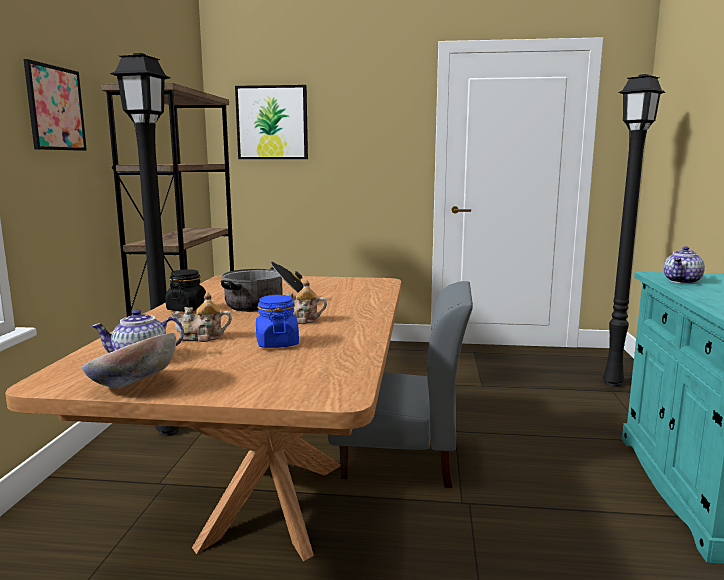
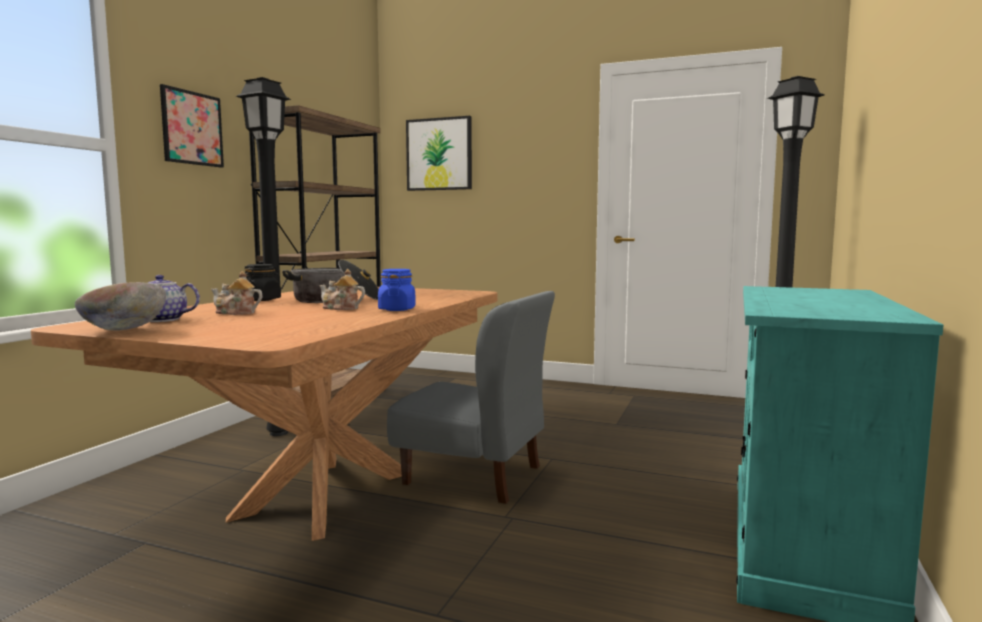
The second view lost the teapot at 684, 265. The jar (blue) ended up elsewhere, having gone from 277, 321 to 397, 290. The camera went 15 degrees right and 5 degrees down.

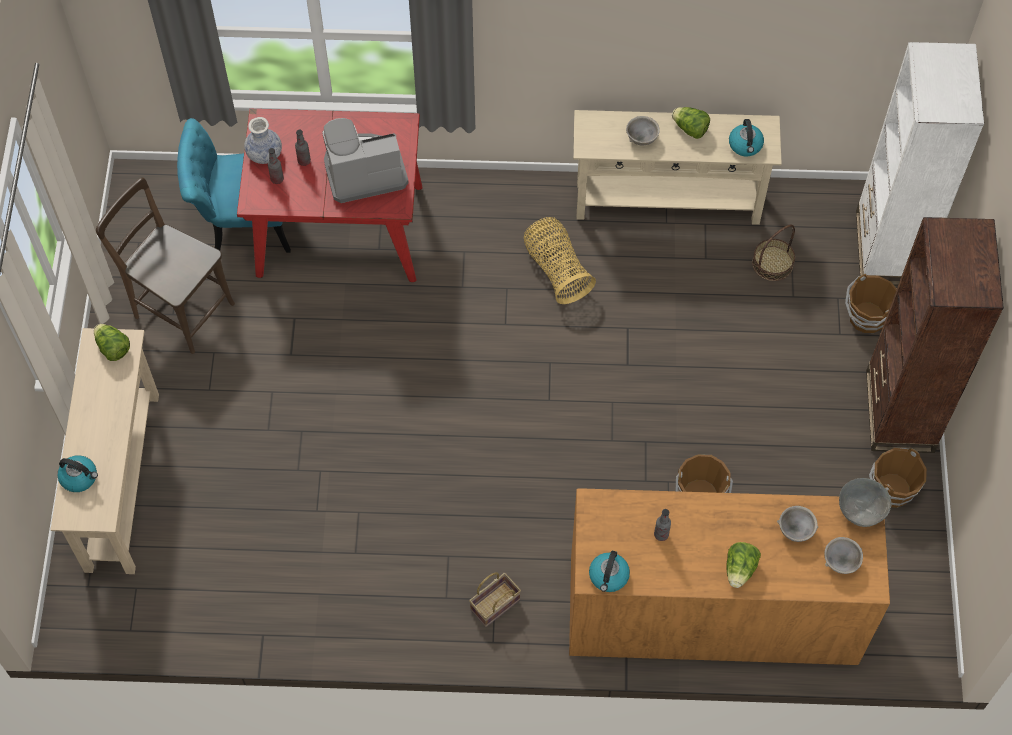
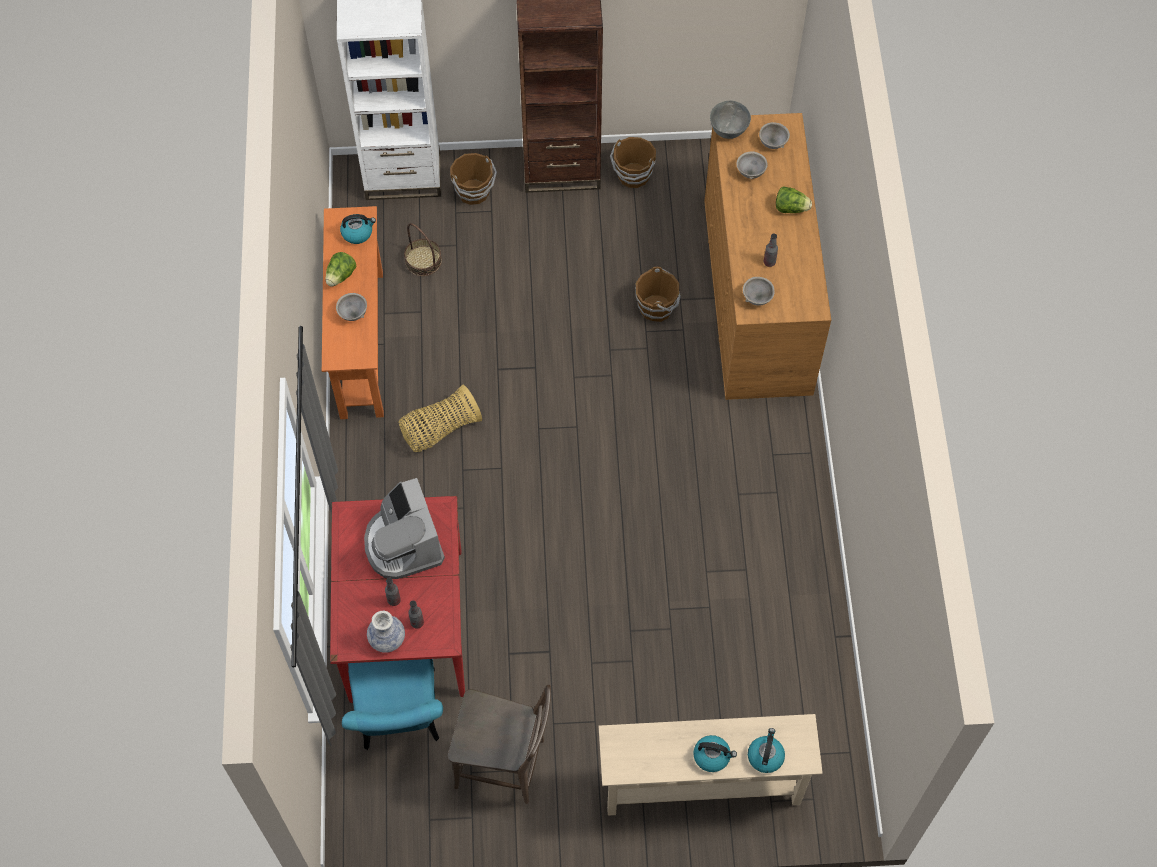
What was the console table (beige) at 677, 167 turned into the console table (orange) at 353, 312. The chair (brown) at 165, 266 ended up facing another way, 105 degrees counterclockwise from before. The second view lost the lettuce at 112, 342. The kettle ended up elsewhere, having gone from 609, 571 to 715, 753. The second view lost the basket at 495, 599. The second view gained the bowl (grey) at 759, 291. The camera went 95 degrees left and 0 degrees up.

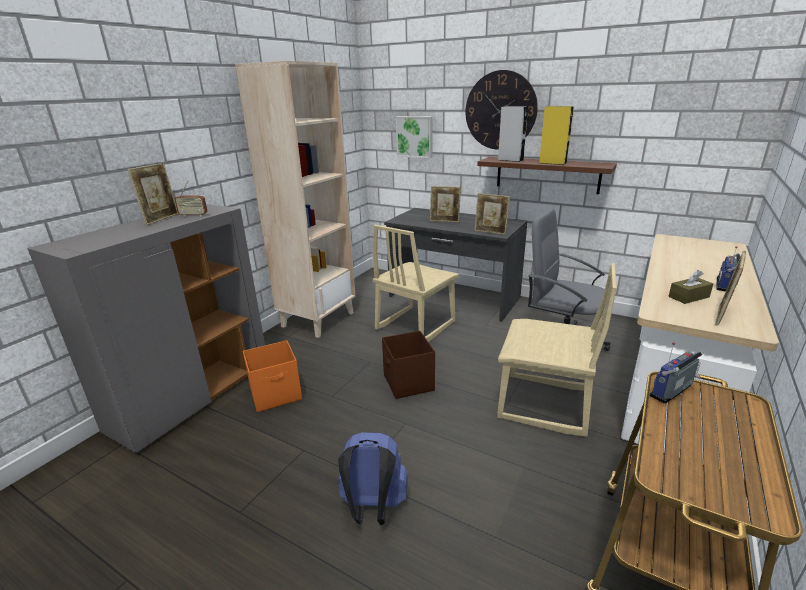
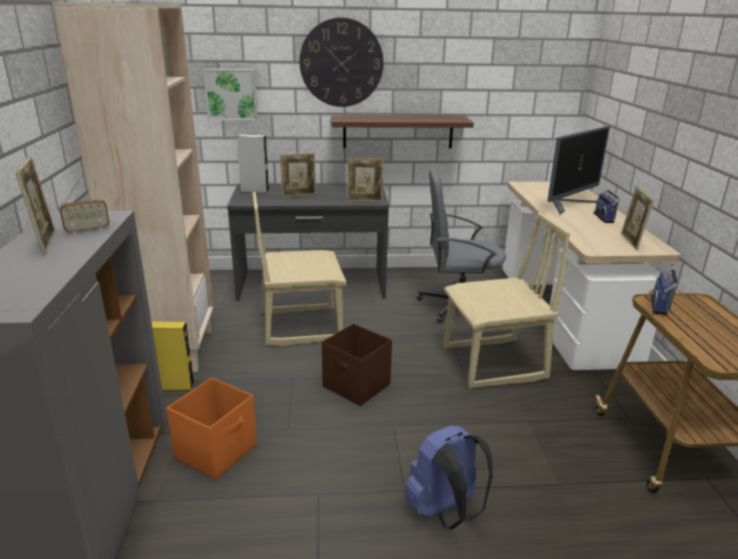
The speaker (grey) ended up elsewhere, having gone from 513, 134 to 253, 163. The speaker (yellow) ended up elsewhere, having gone from 556, 135 to 173, 356. The chair (beige) at 416, 283 ended up facing another way, 75 degrees clockwise from before. The second view lost the tissue box (brown) at 691, 287. The second view gained the monitor at 578, 170. The camera went 35 degrees left and 0 degrees up.

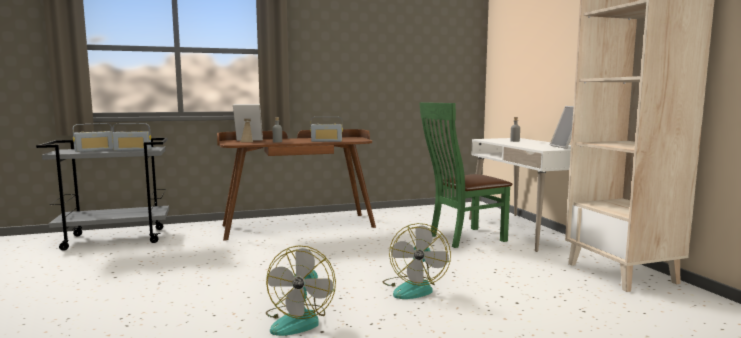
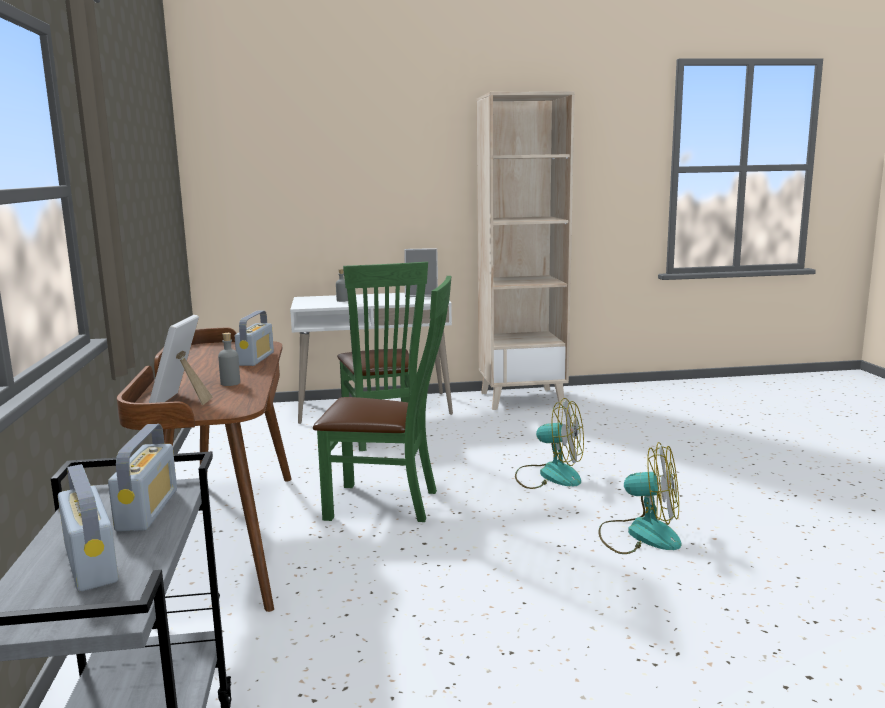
The second view gained the chair (green) at 382, 399. The camera went 80 degrees left and 5 degrees up.

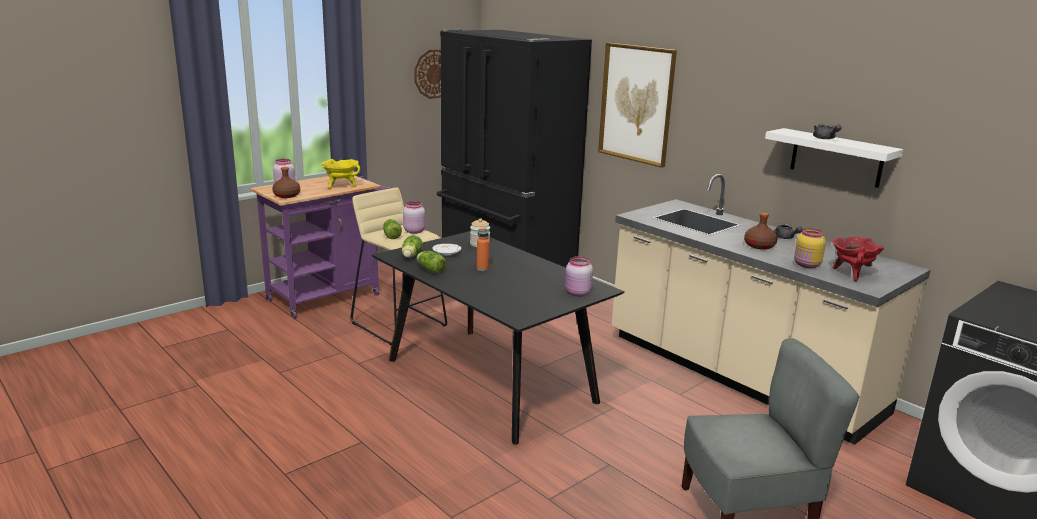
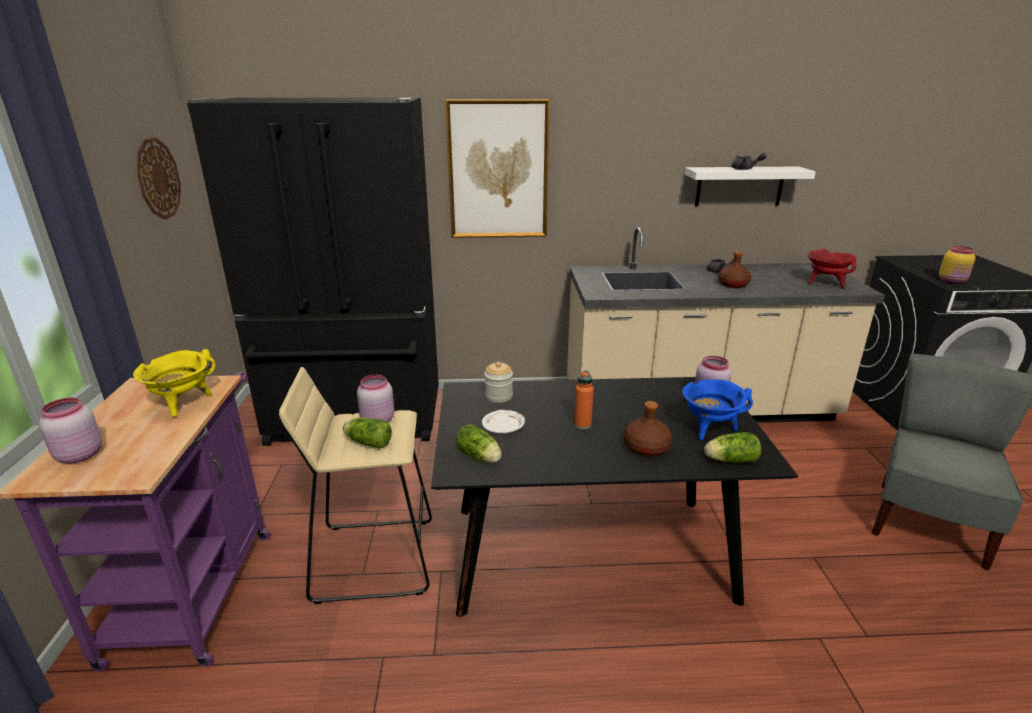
The bottle (brown) ended up elsewhere, having gone from 286, 182 to 648, 428. The jar (yellow) ended up elsewhere, having gone from 810, 248 to 957, 265. The lettuce ended up elsewhere, having gone from 431, 262 to 732, 447. The second view gained the cooking pot (blue) at 717, 409. The camera went 50 degrees left and 5 degrees up.

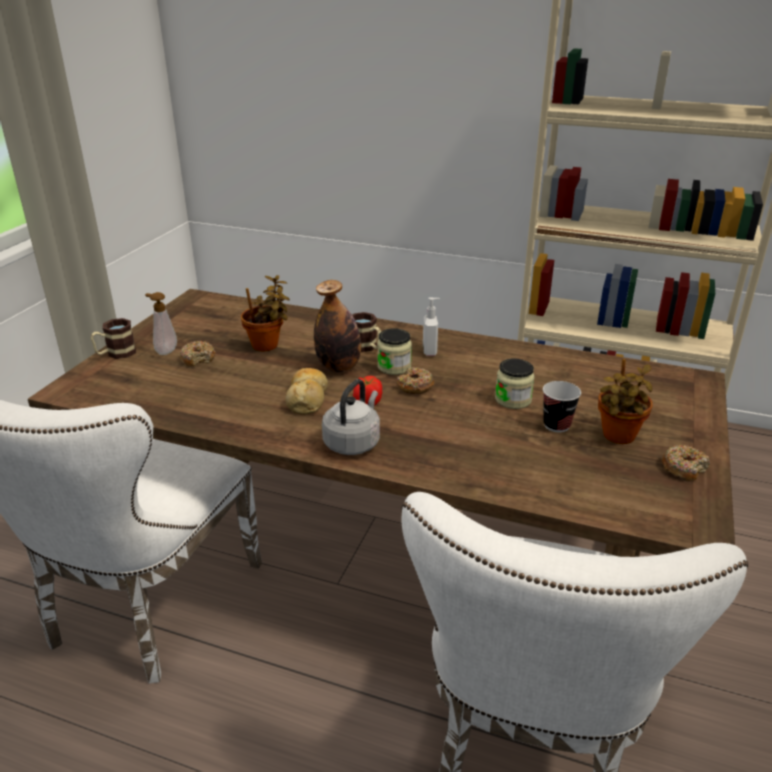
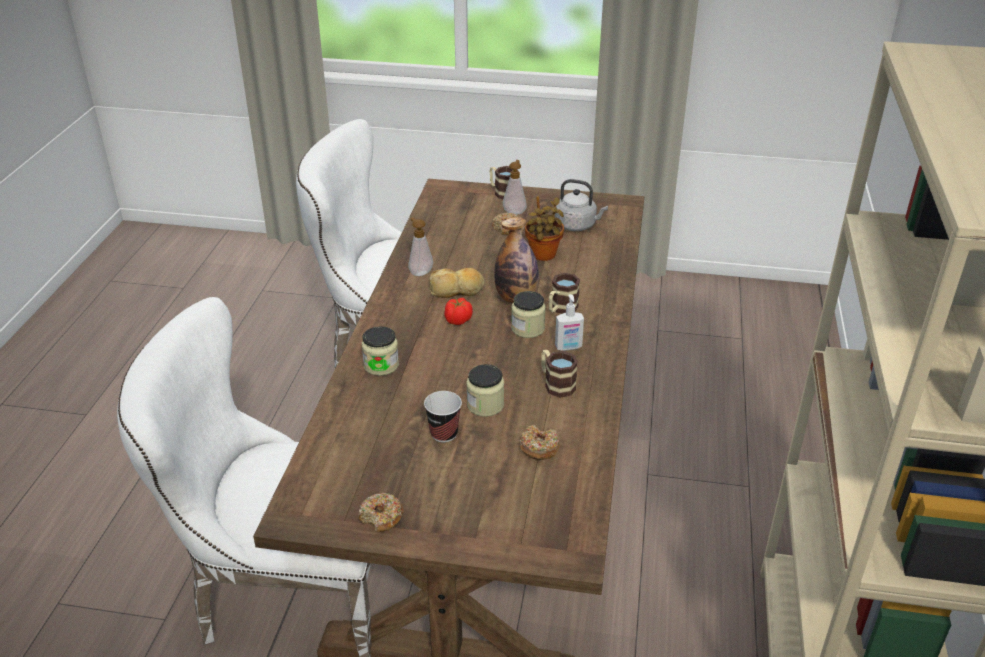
The second view lost the potted plant at 625, 401. The donut ended up elsewhere, having gone from 415, 380 to 539, 442. The kettle (grey) ended up elsewhere, having gone from 351, 417 to 581, 205. The second view gained the soap dispenser at 420, 246. The second view gained the jar at 380, 351. The second view gained the mug at 559, 374. The camera went 80 degrees right and 5 degrees up.

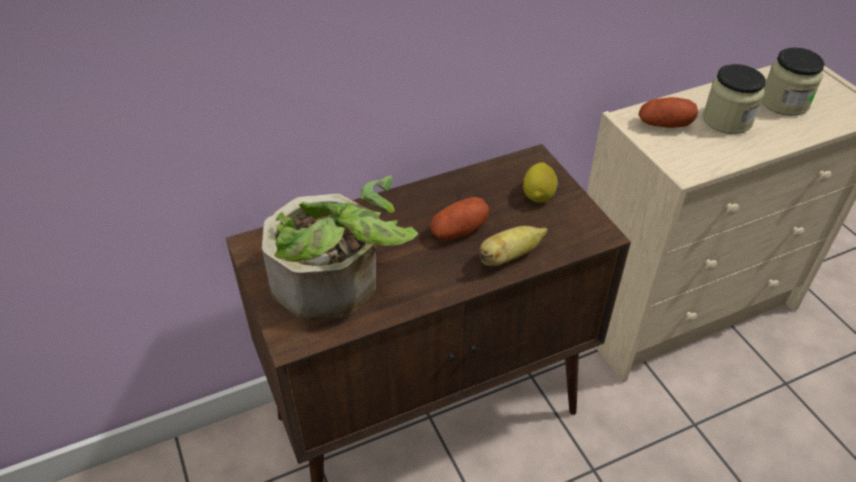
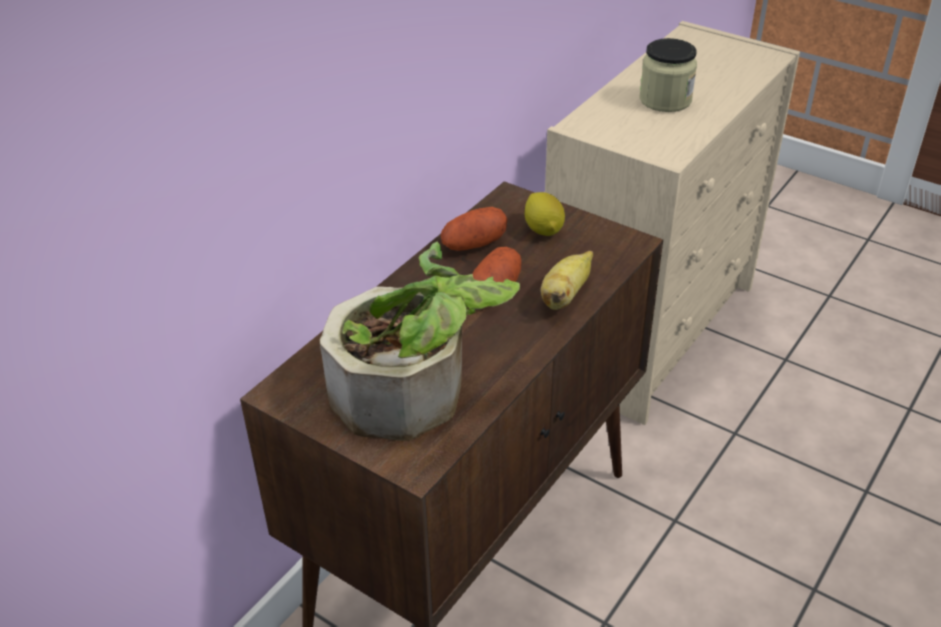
The second view lost the jar at 793, 81. The potato ended up elsewhere, having gone from 668, 112 to 474, 229. The camera went 30 degrees left and 5 degrees down.

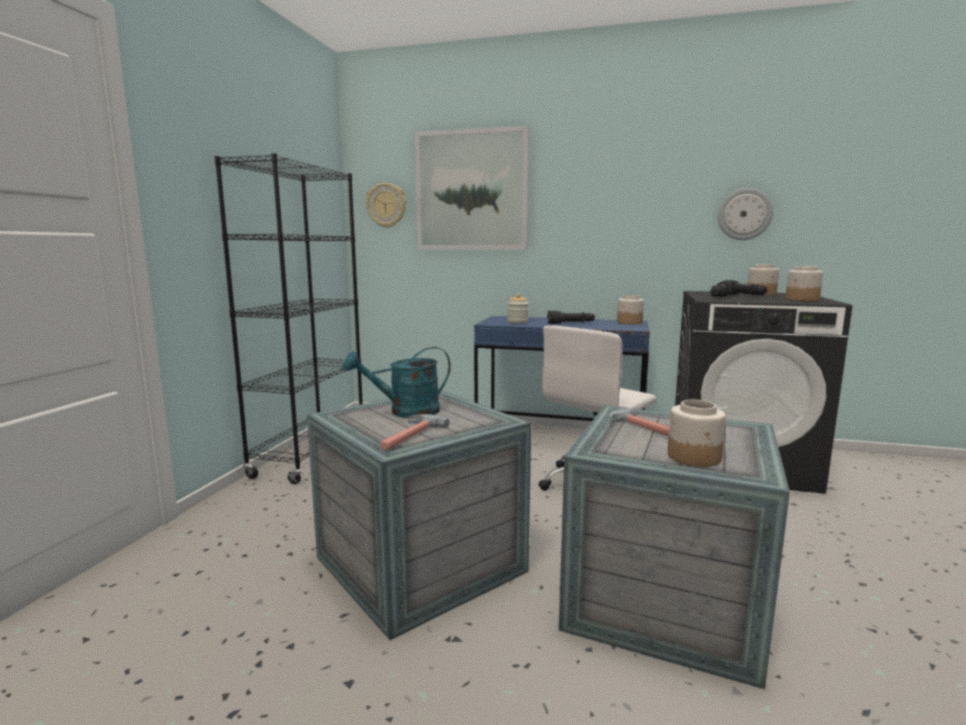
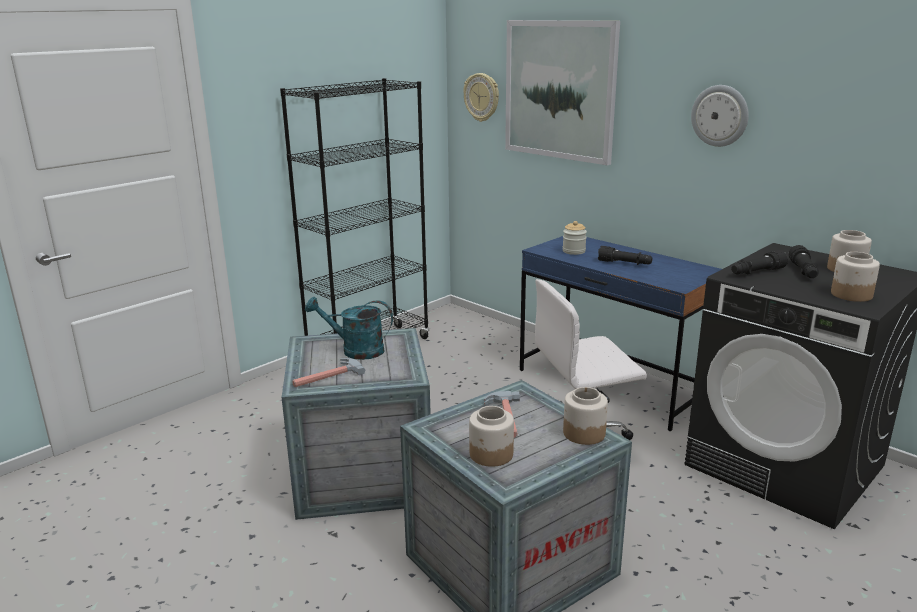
The wall clock ended up elsewhere, having gone from 745, 214 to 720, 116. The jar ended up elsewhere, having gone from 630, 309 to 585, 416. The camera went 30 degrees right and 10 degrees up.

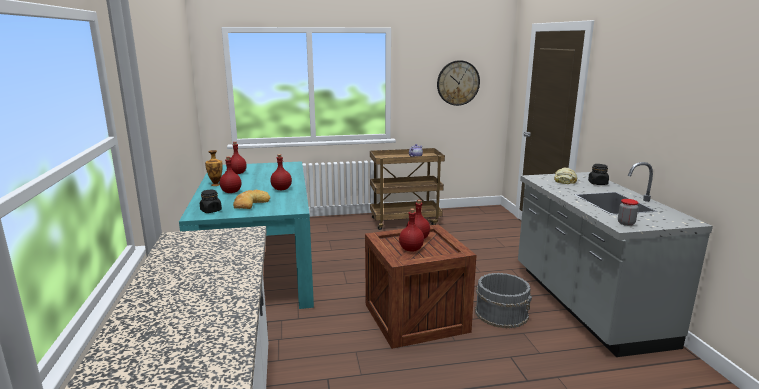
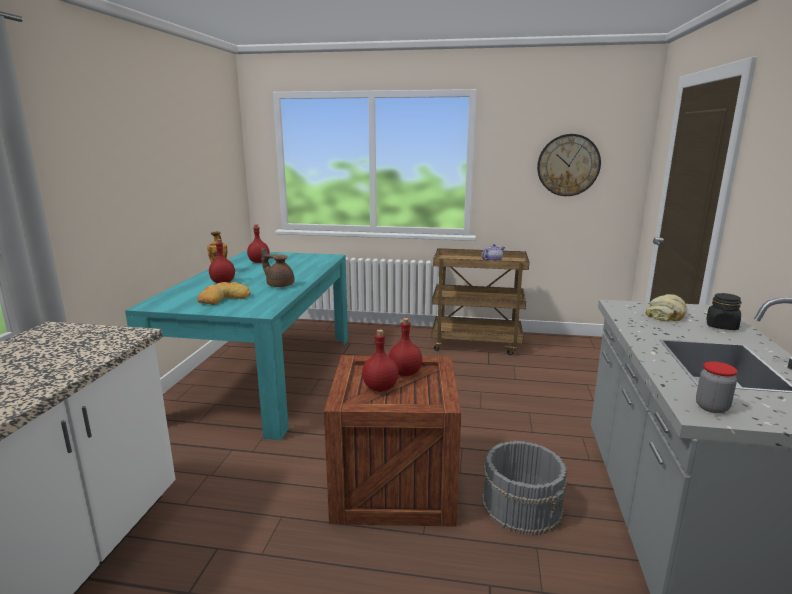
Where the bottle (red) stood at 281, 172, the teapot (brown) came to stand at 278, 267. The second view lost the jar (black) at 211, 201. The camera went 20 degrees right and 0 degrees up.

